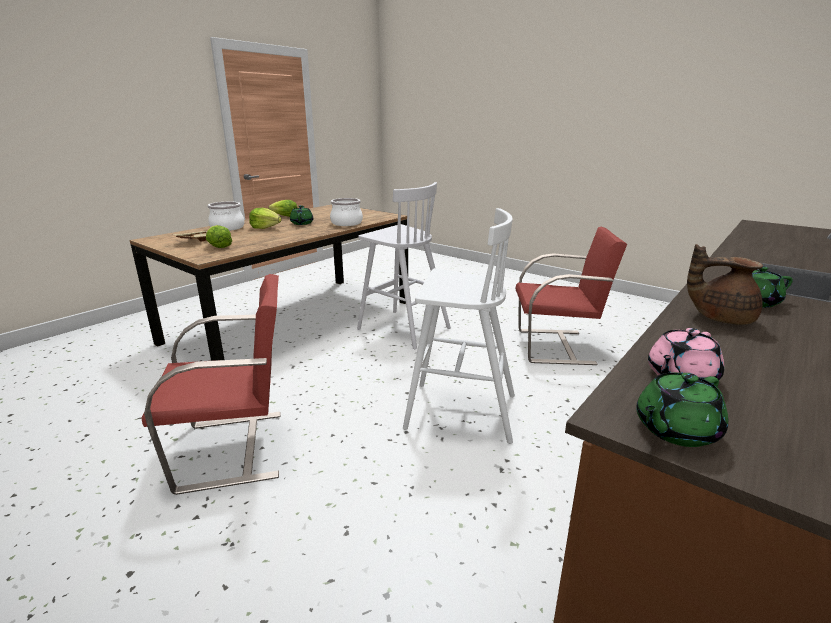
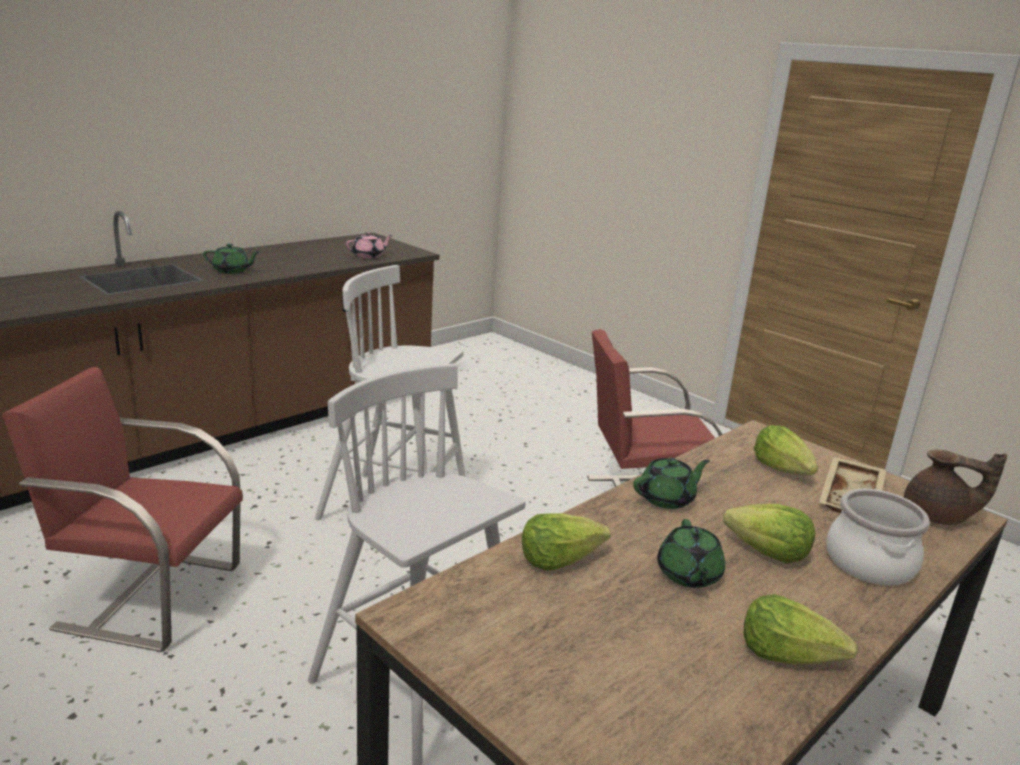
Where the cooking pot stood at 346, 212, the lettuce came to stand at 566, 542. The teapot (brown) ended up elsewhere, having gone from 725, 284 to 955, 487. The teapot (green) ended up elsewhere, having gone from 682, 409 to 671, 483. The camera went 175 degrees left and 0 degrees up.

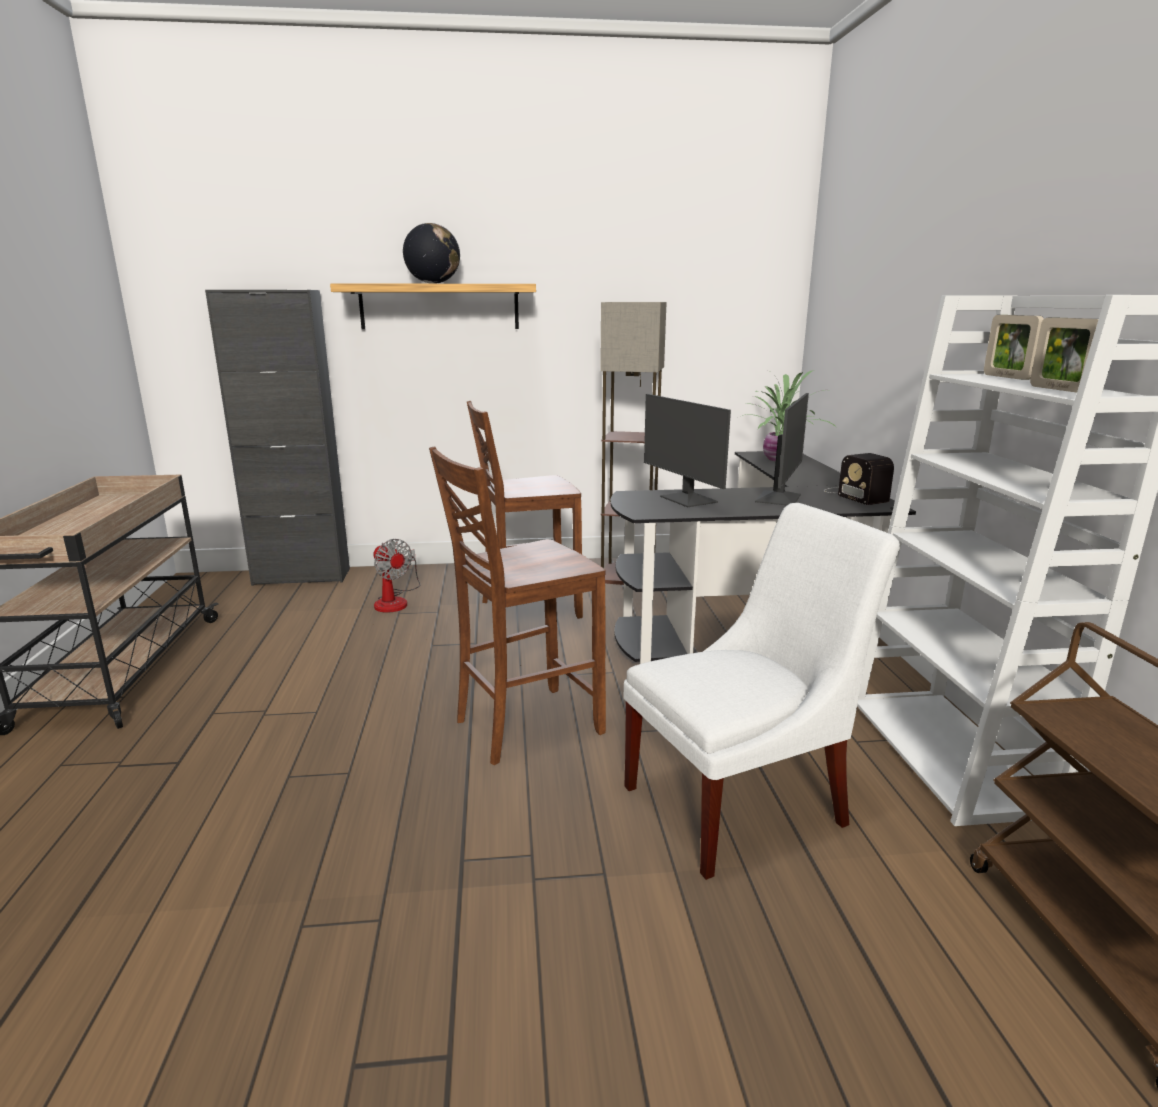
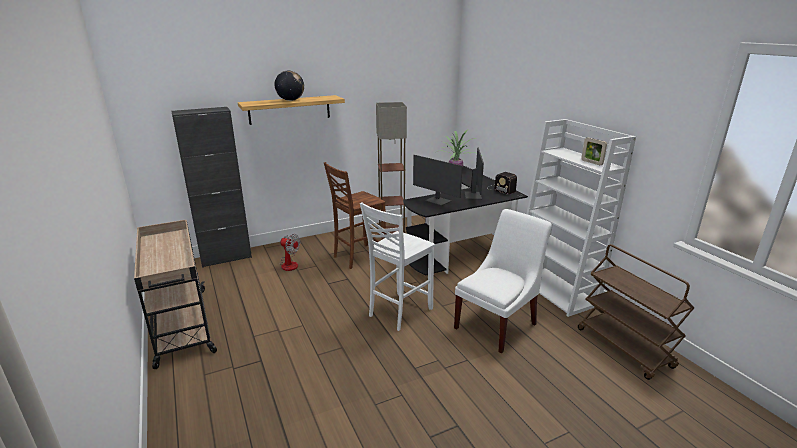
The second view lost the picture frame at 1014, 347. What was the chair (brown) at 517, 605 turned into the chair (white) at 397, 266. The camera went 20 degrees left and 5 degrees up.

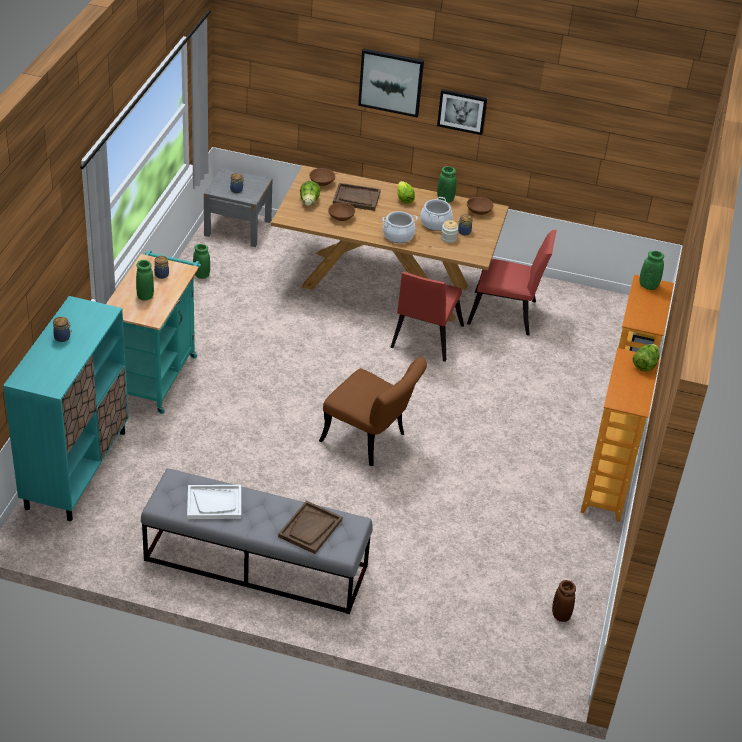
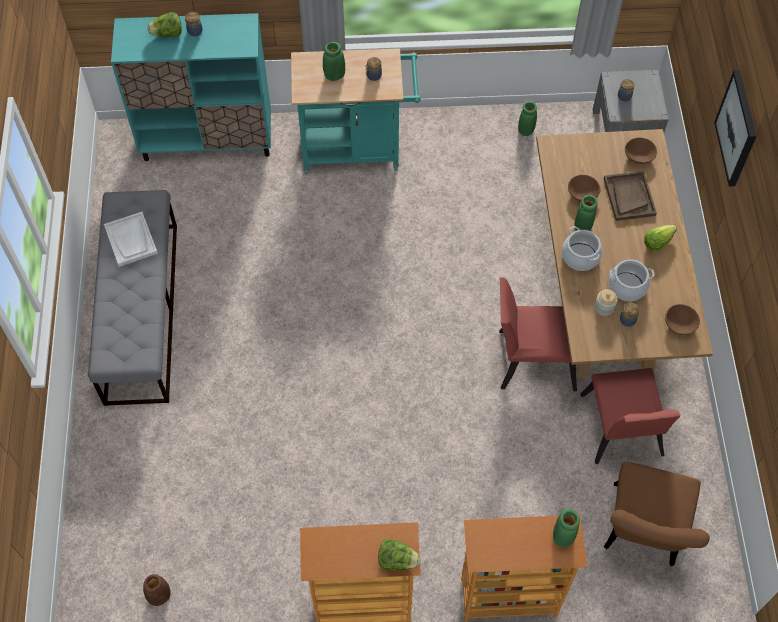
The second view lost the picture at 462, 112. The vase (green) ended up elsewhere, having gone from 446, 184 to 586, 213. The lettuce ended up elsewhere, having gone from 310, 193 to 165, 24. The chair (brown) ended up elsewhere, having gone from 373, 411 to 657, 514. The second view lost the tray (brown) at 310, 527. The camera went 75 degrees right and 20 degrees up.

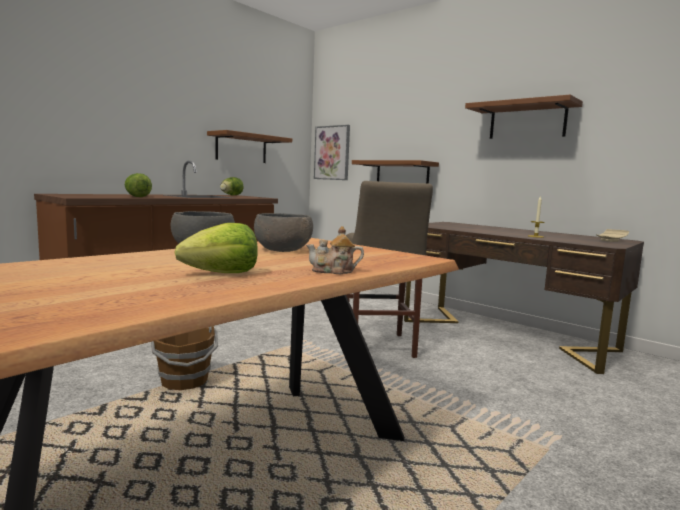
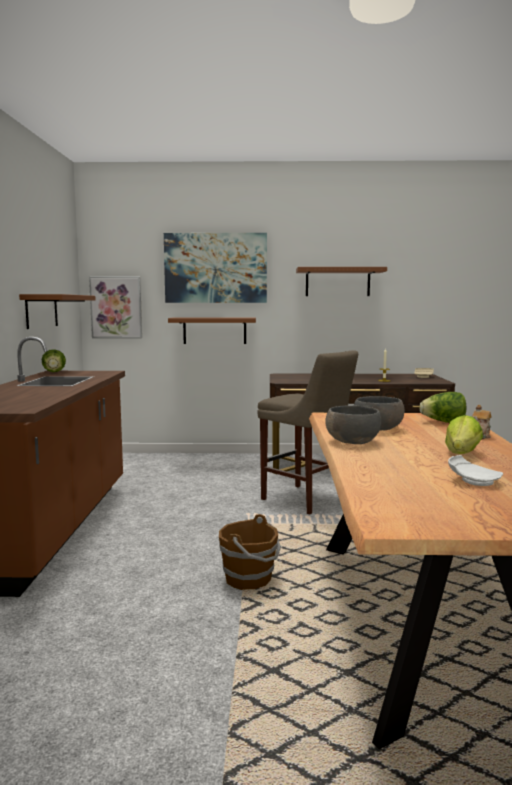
The lettuce ended up elsewhere, having gone from 138, 185 to 442, 407. The second view gained the picture at 215, 268. The second view gained the plate (white) at 475, 470. The camera went 40 degrees left and 0 degrees up.

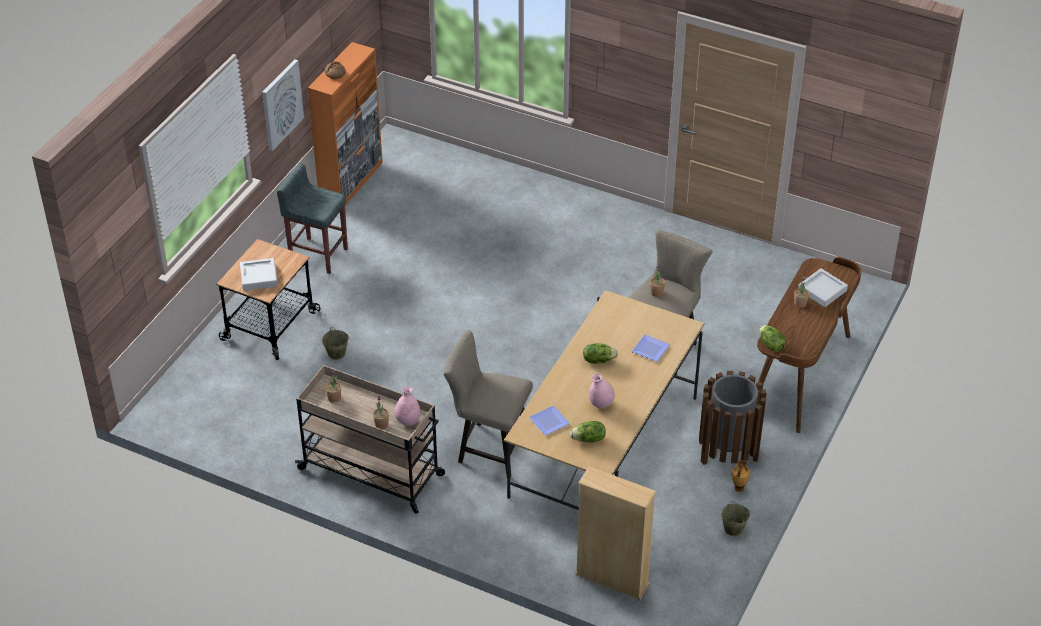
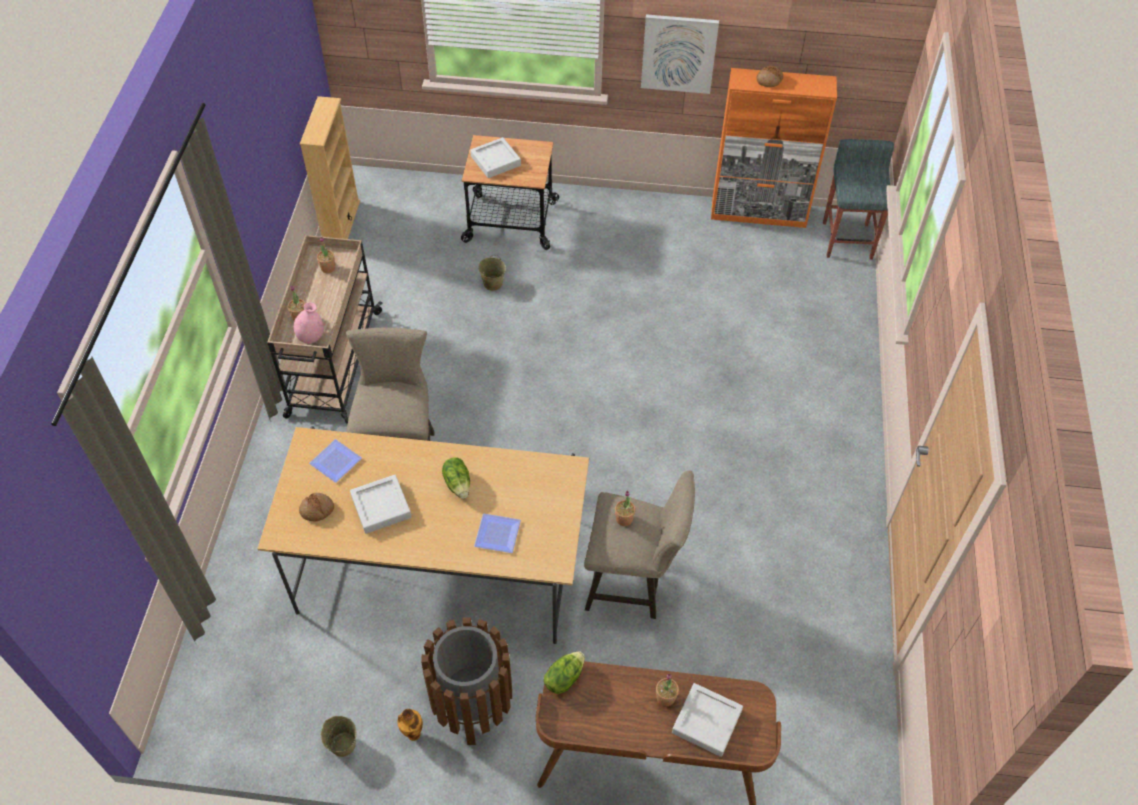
The stool (grey) ended up elsewhere, having gone from 312, 219 to 858, 199. Where the vase (pink) stood at 602, 390, the tray (grey) came to stand at 381, 504. Where the lettuce stood at 588, 432, the bread came to stand at 316, 507. The bookcase (beige) ended up elsewhere, having gone from 616, 533 to 330, 167. The camera went 70 degrees right and 10 degrees up.

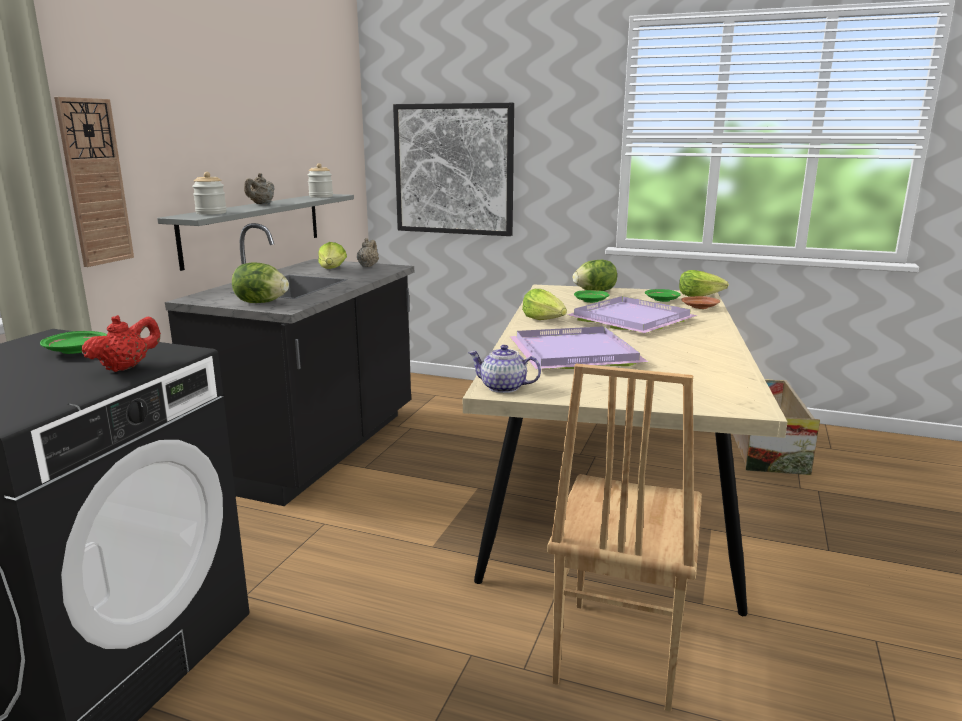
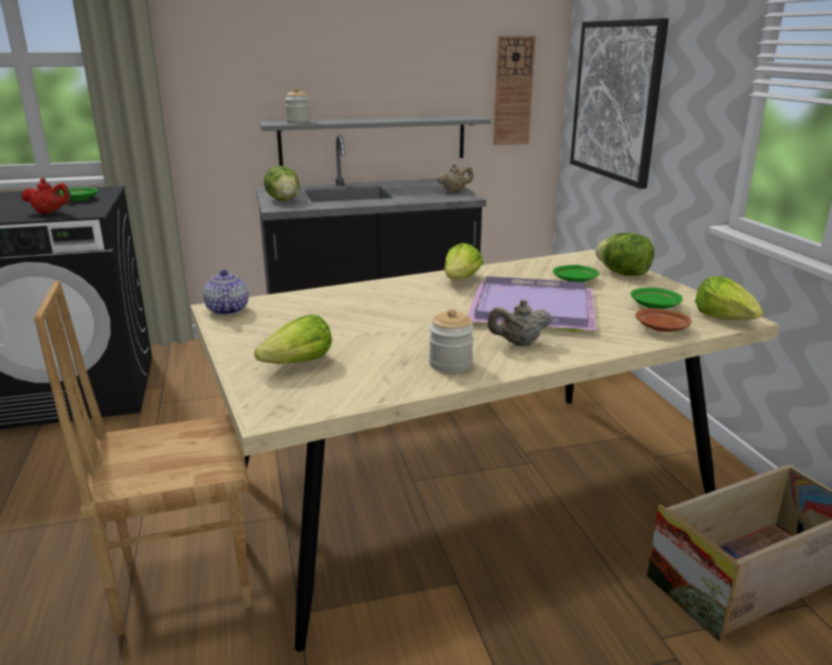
The wall clock ended up elsewhere, having gone from 94, 182 to 514, 90. The jar ended up elsewhere, having gone from 320, 180 to 451, 340. The teapot (beige) ended up elsewhere, having gone from 259, 188 to 520, 322. The lettuce ended up elsewhere, having gone from 332, 255 to 293, 339. The second view lost the tray (purple) at 578, 347. The camera went 55 degrees right and 5 degrees up.

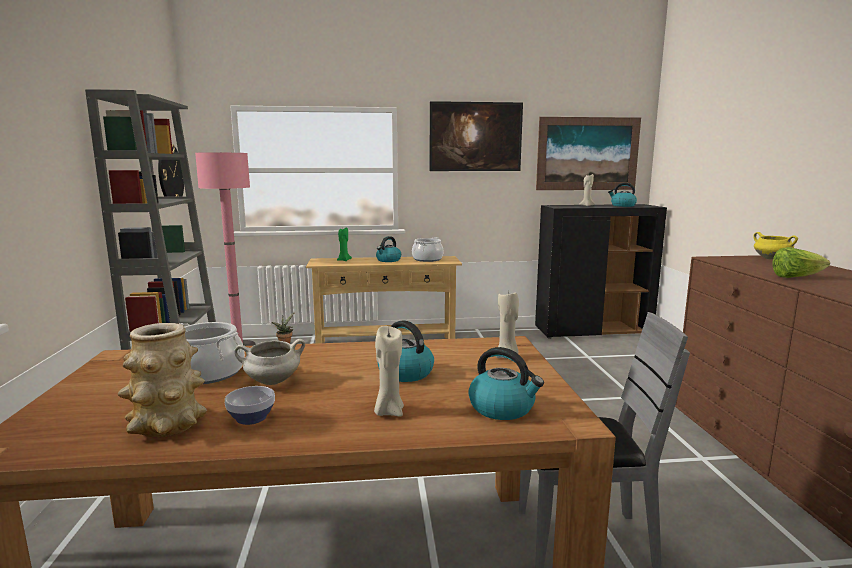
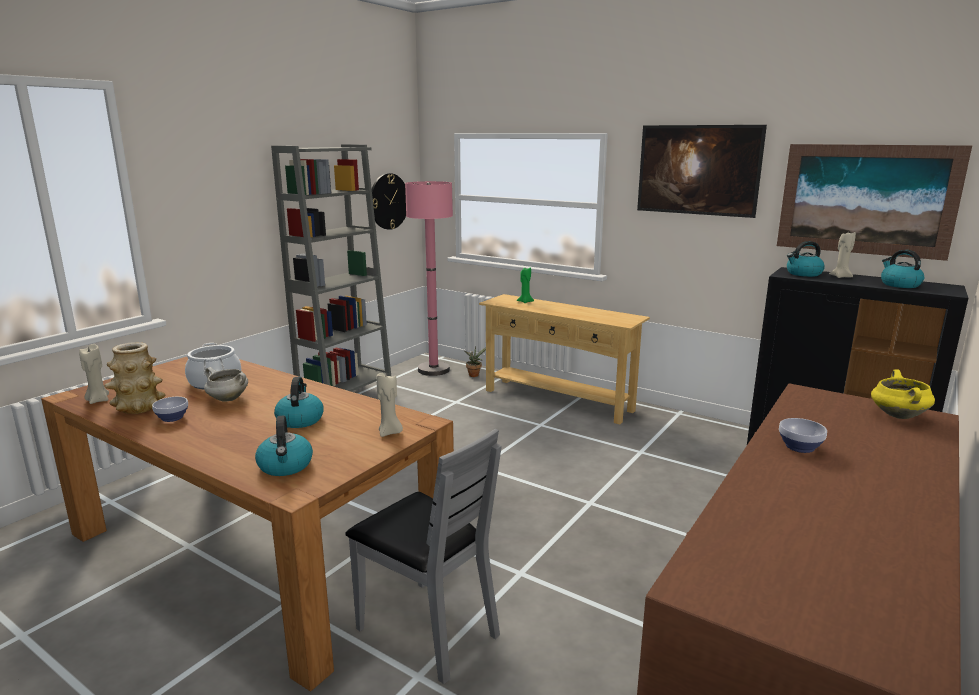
The kettle ended up elsewhere, having gone from 388, 249 to 806, 259. The second view lost the cooking pot at 427, 249. Where the lettuce stood at 801, 262, the bowl came to stand at 803, 435. The candle (beige) ended up elsewhere, having gone from 389, 371 to 94, 374. The camera went 40 degrees right and 5 degrees up.

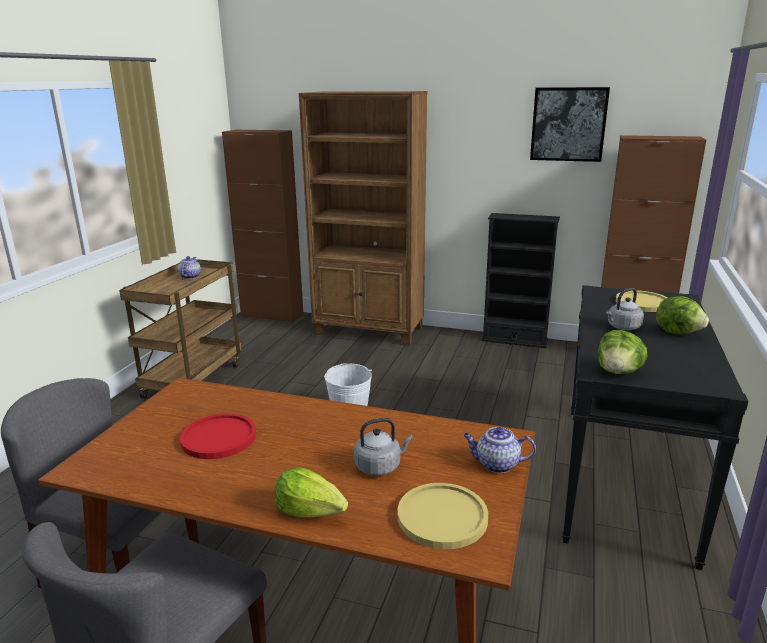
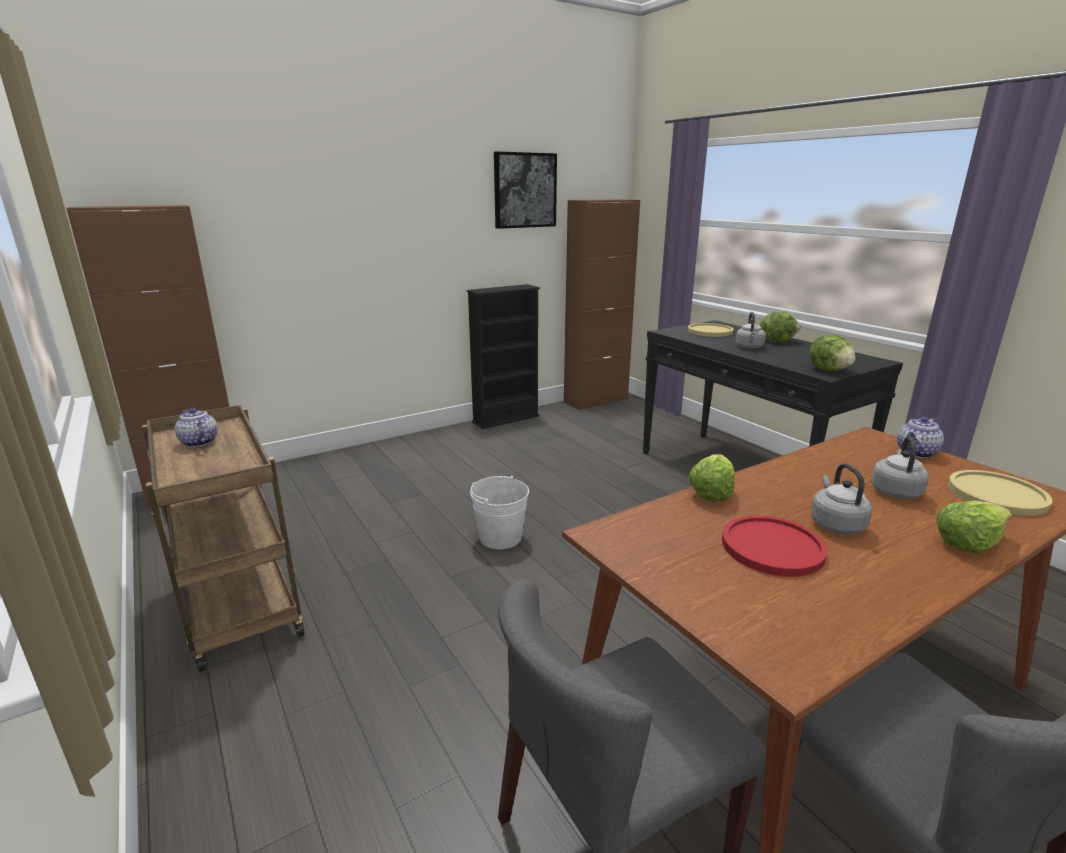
The second view lost the bookcase (brown) at 363, 218. The second view gained the lettuce at 711, 478. The second view gained the kettle (grey) at 841, 499. The camera went 50 degrees left and 0 degrees up.

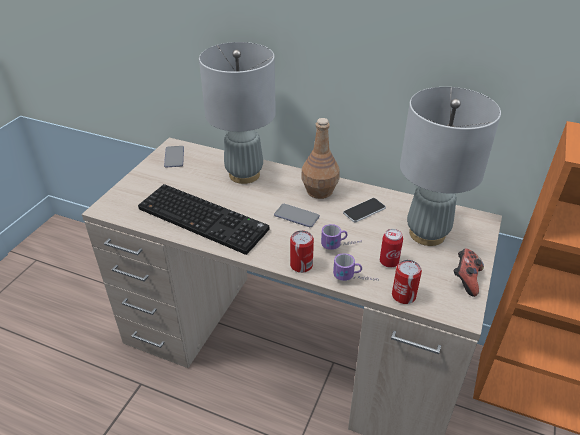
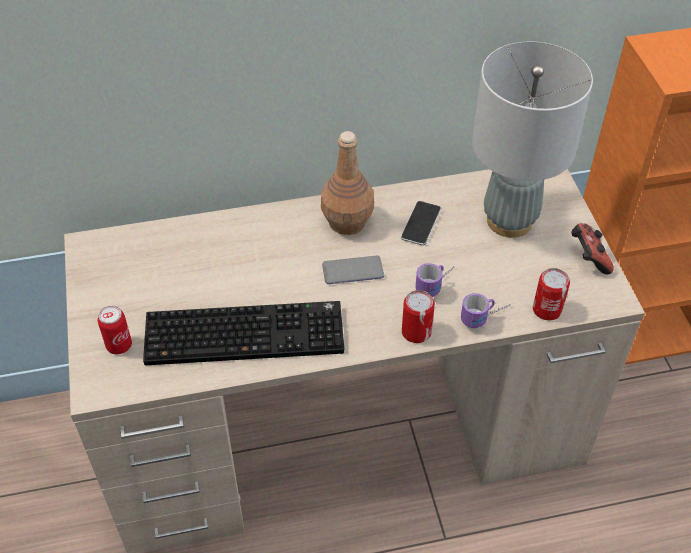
The second view lost the table lamp (grey) at 237, 113. The second view lost the phone at 174, 157. The can ended up elsewhere, having gone from 391, 248 to 115, 330. The camera went 35 degrees left and 10 degrees up.

